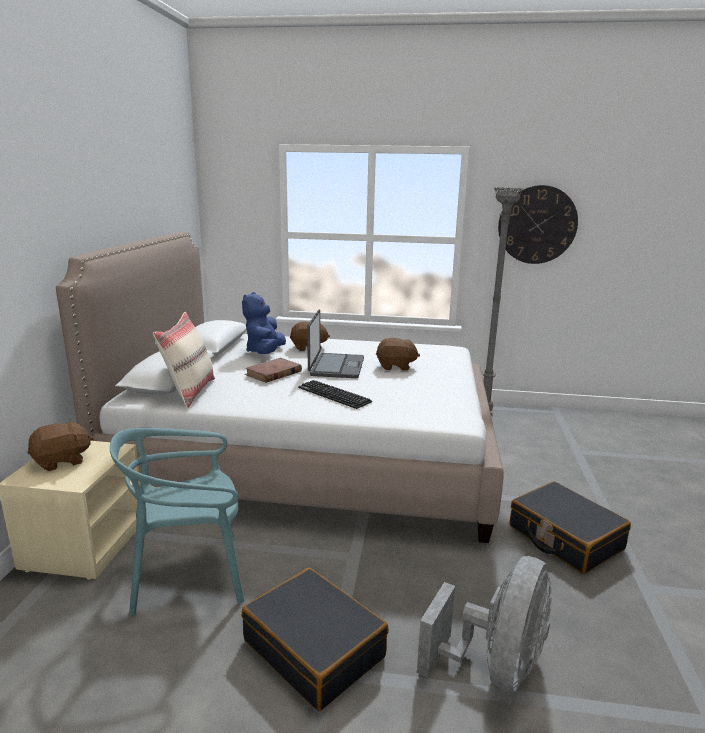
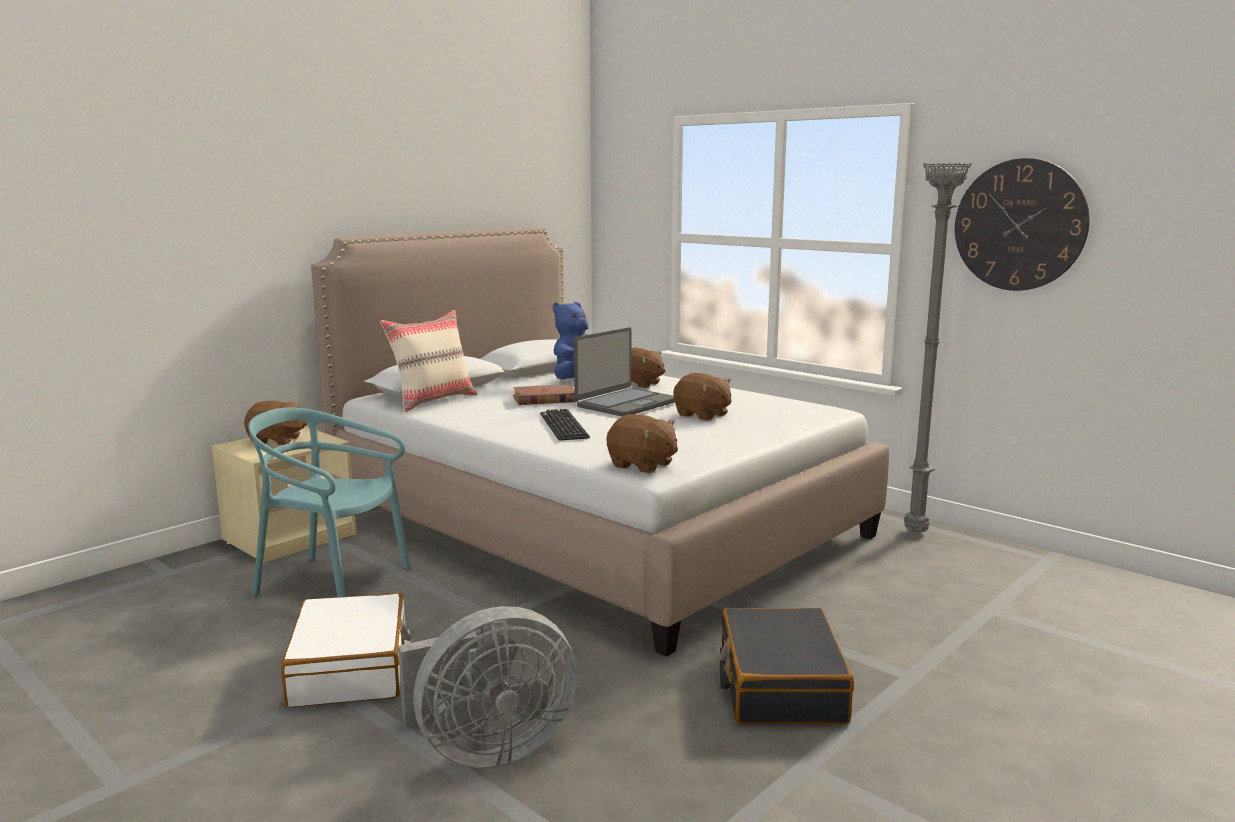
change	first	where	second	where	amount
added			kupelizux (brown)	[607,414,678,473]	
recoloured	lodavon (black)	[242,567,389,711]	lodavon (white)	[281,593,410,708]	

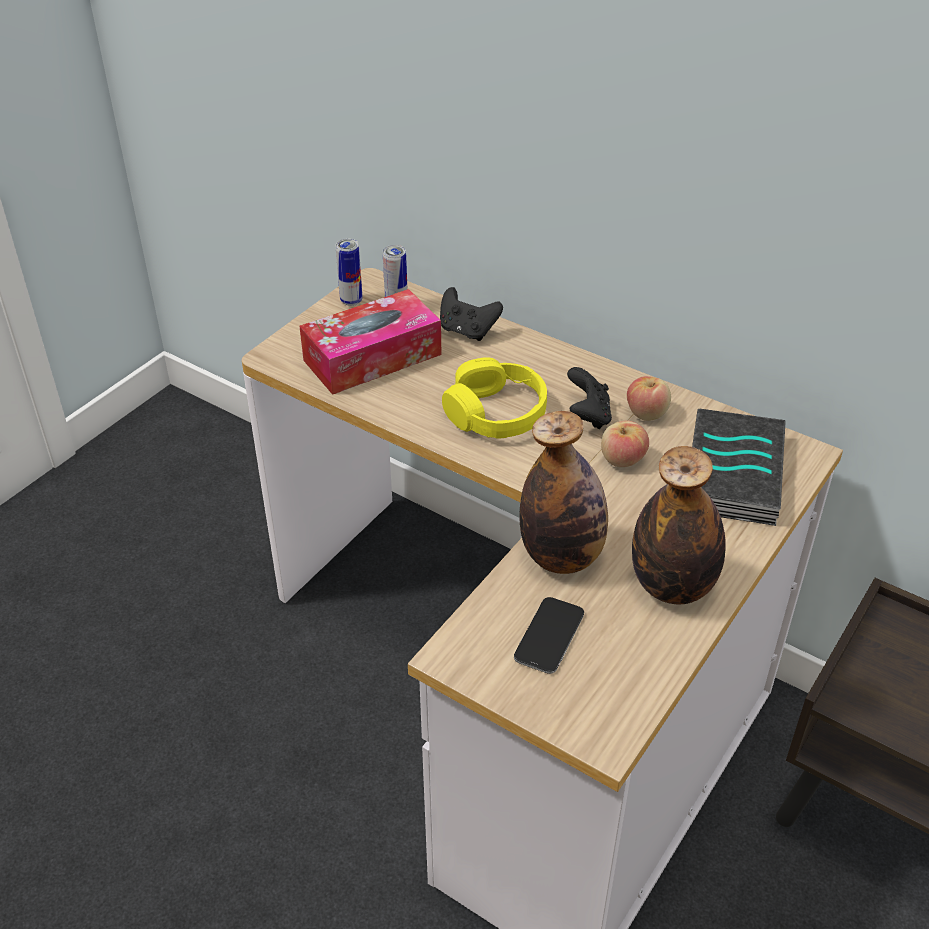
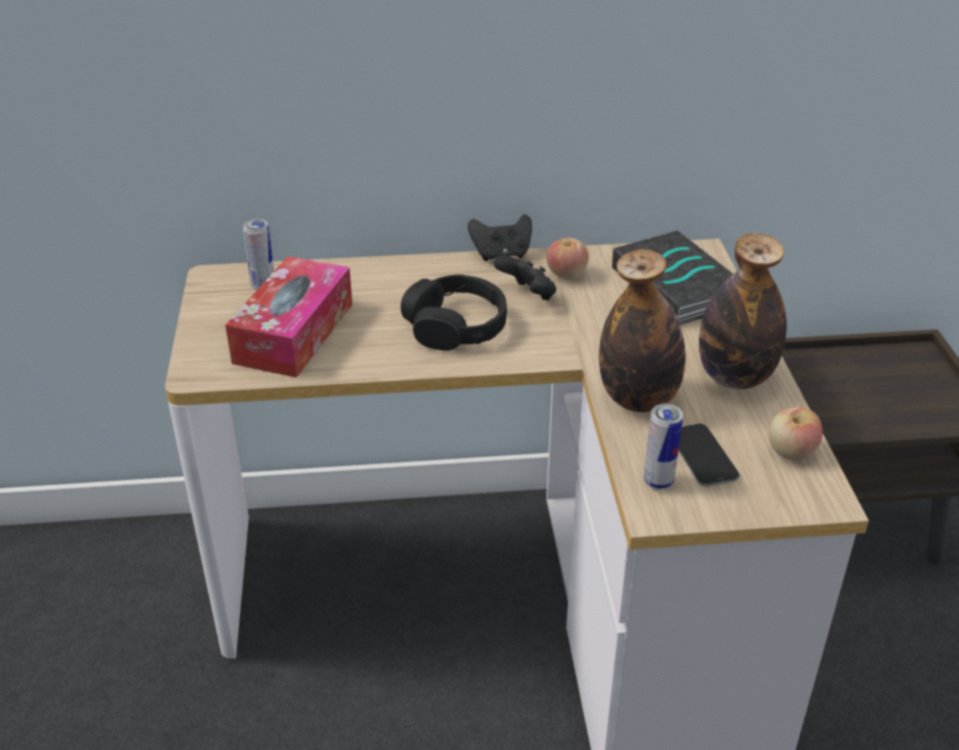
change	first	where	second	where	amount
moved	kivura	[336,239,362,306]		[644,404,683,490]	
moved	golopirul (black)	[440,287,503,341]		[468,214,532,261]	
moved	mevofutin	[601,420,649,467]		[769,407,822,461]	
recoloured	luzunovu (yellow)	[442,357,547,438]	luzunovu (black)	[401,274,507,351]	

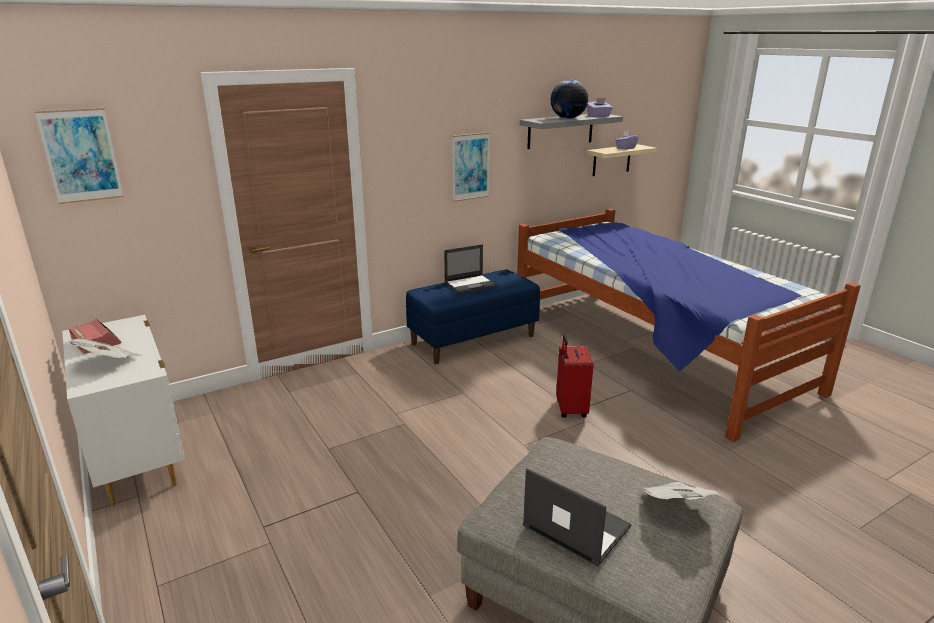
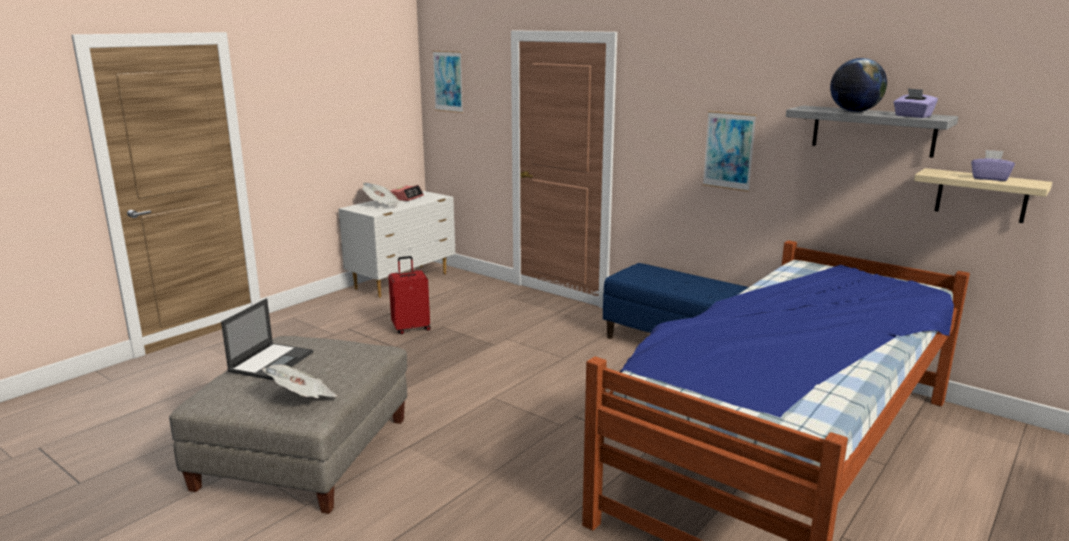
change	first	where	second	where	amount
removed	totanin	[444,244,498,294]			
moved	lodavon (red)	[556,335,593,418]		[388,256,431,334]	

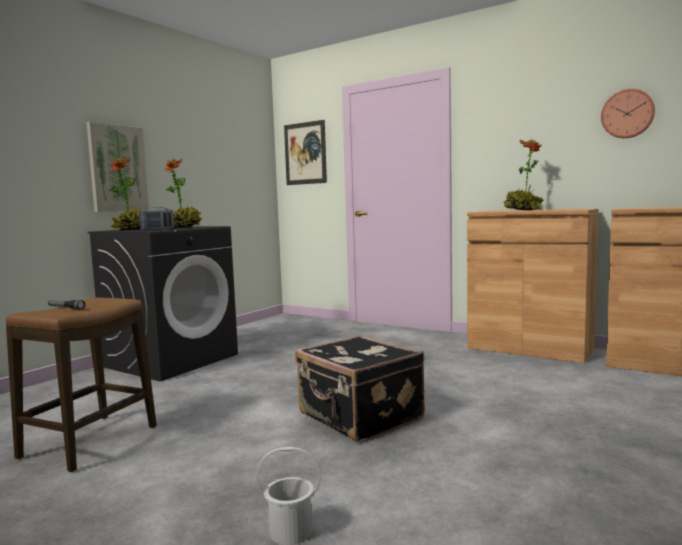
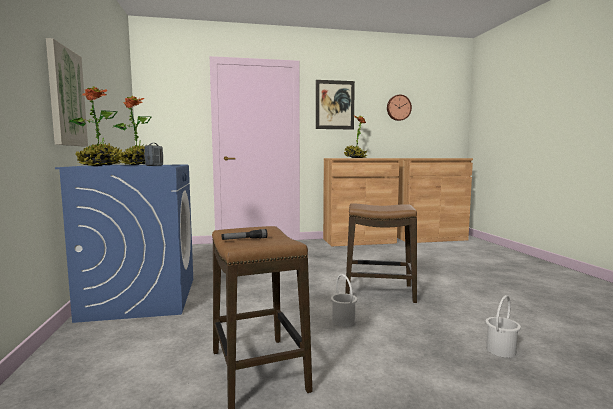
change	first	where	second	where	amount
added			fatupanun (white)	[331,274,357,327]	
moved	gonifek	[284,120,327,185]		[316,80,355,130]	
replaced	lodavon (black)	[295,335,425,442]	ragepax	[345,203,417,303]	
recoloured	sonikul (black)	[88,226,238,381]	sonikul (blue)	[55,165,193,323]	

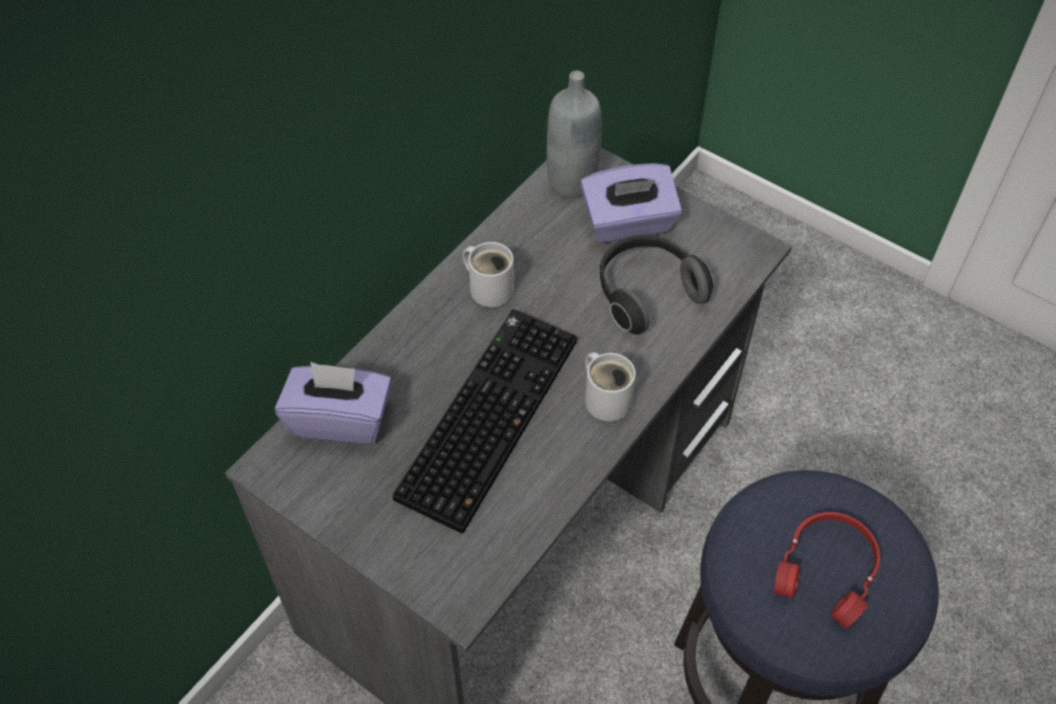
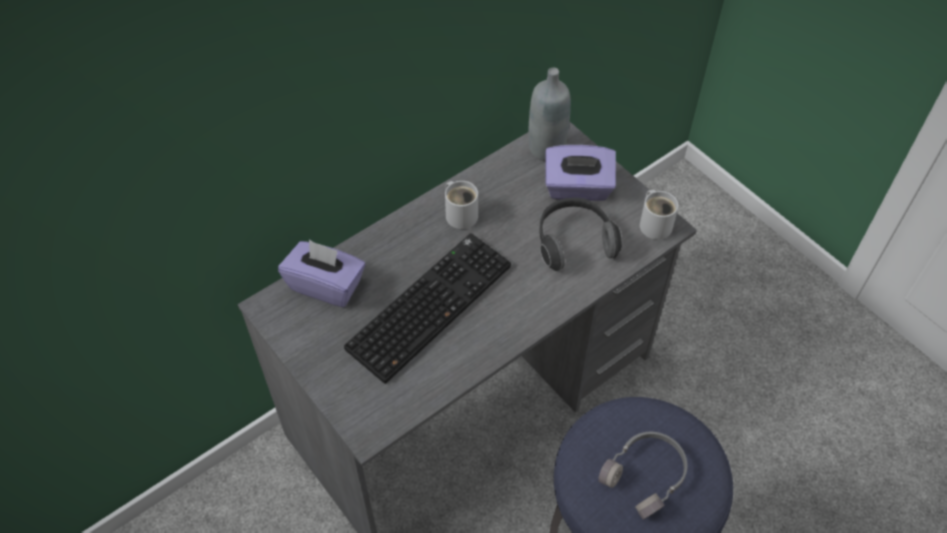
change	first	where	second	where	amount
moved	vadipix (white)	[585,352,636,421]		[640,190,679,240]	
recoloured	luzunovu (red)	[774,512,880,629]	luzunovu (grey)	[598,432,688,519]	

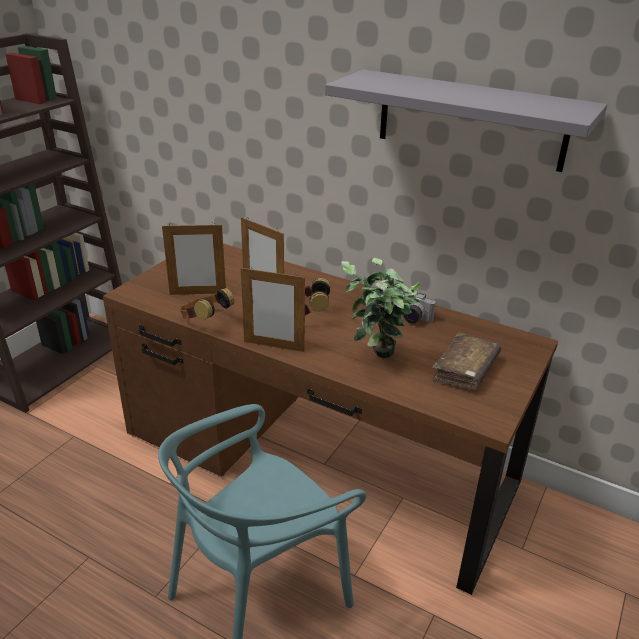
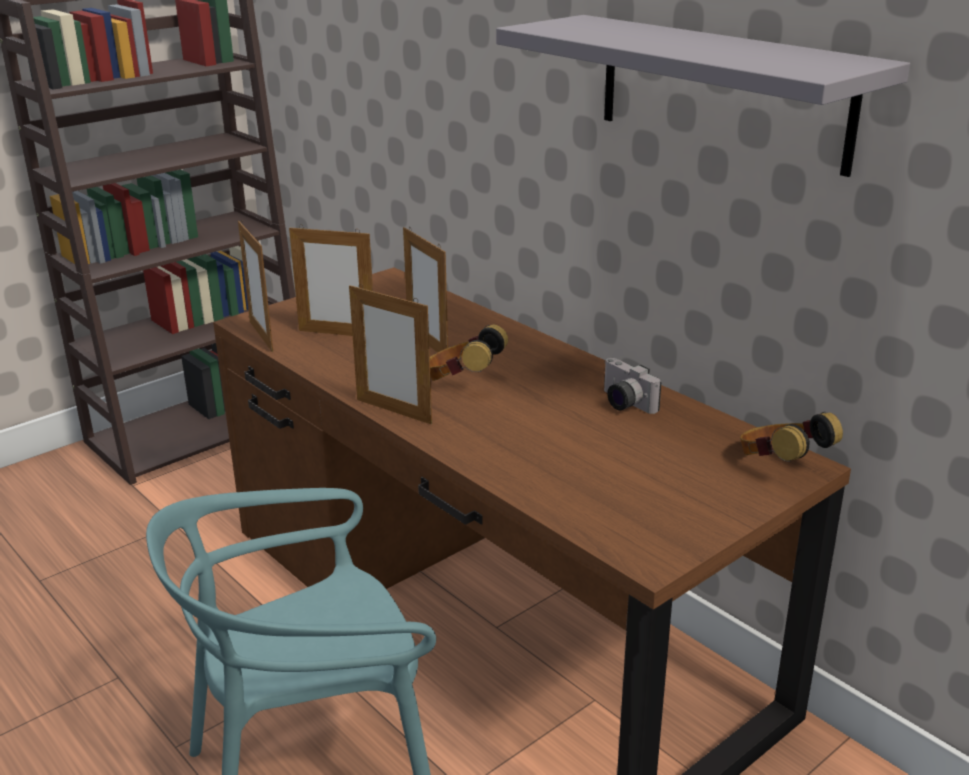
change	first	where	second	where	amount
removed	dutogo	[341,258,425,358]			
removed	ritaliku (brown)	[432,332,501,390]			
added			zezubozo	[238,221,273,352]	
moved	luzunovu	[180,288,234,320]		[740,412,843,462]	

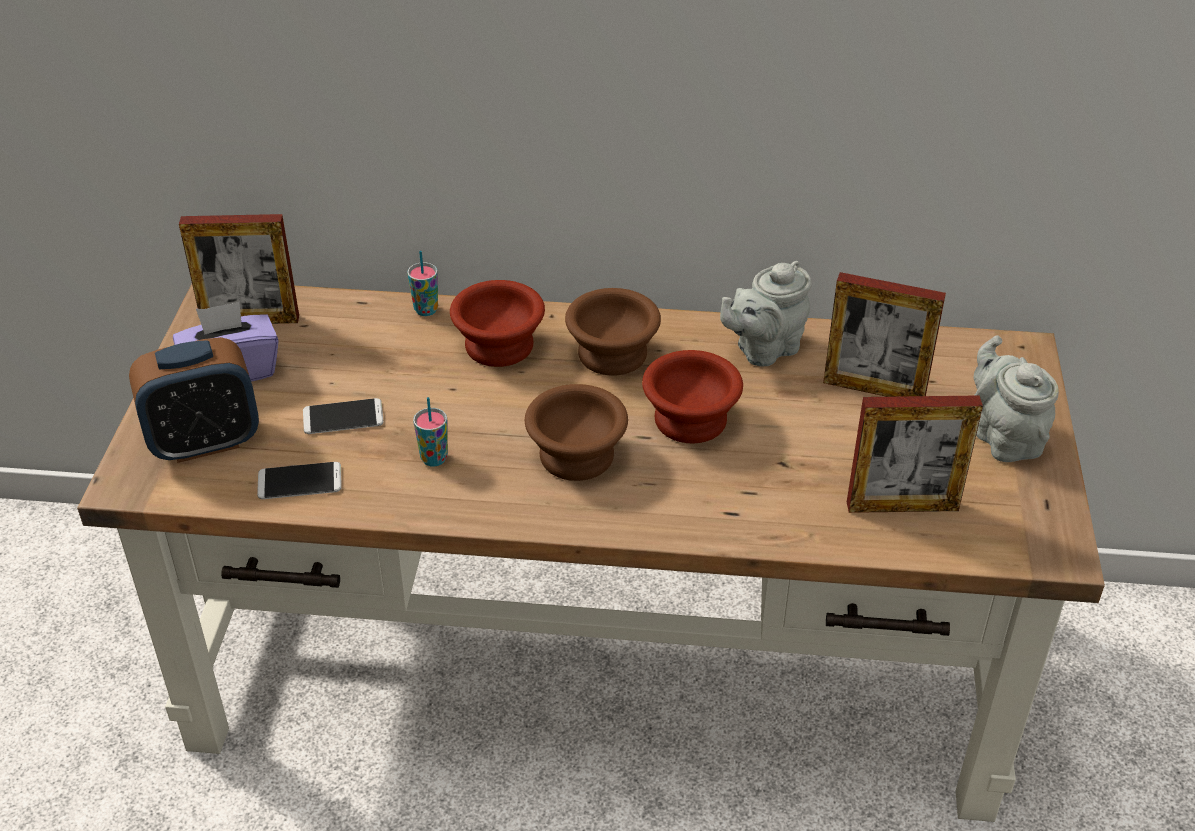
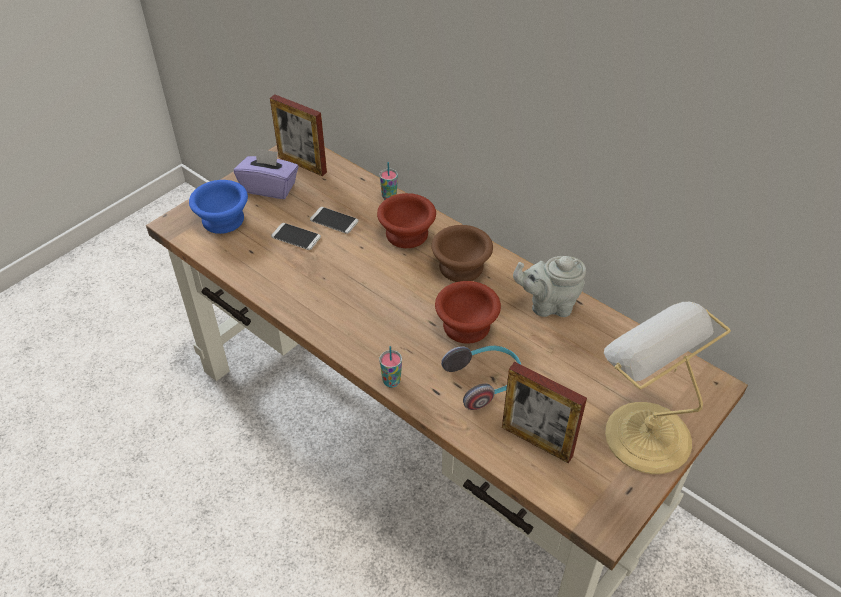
change	first	where	second	where	amount
removed	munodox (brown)	[525,384,628,481]			
removed	zezubozo	[823,272,946,397]			
added			luzunovu	[441,346,521,410]	
moved	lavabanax	[257,462,342,499]		[310,207,359,234]	
moved	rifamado	[413,397,448,467]		[379,346,402,387]	
replaced	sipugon	[129,337,259,463]	munodox (blue)	[189,180,248,234]	
replaced	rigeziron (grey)	[974,335,1059,462]	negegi	[604,302,731,474]	

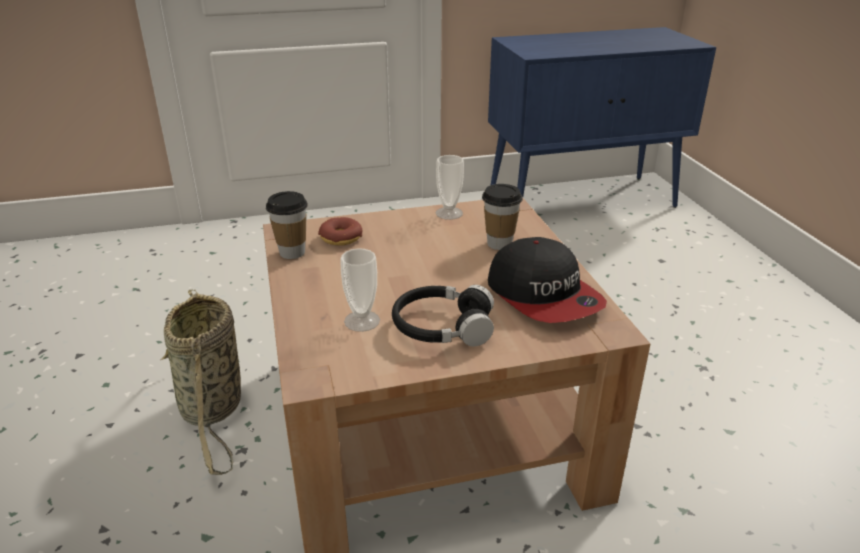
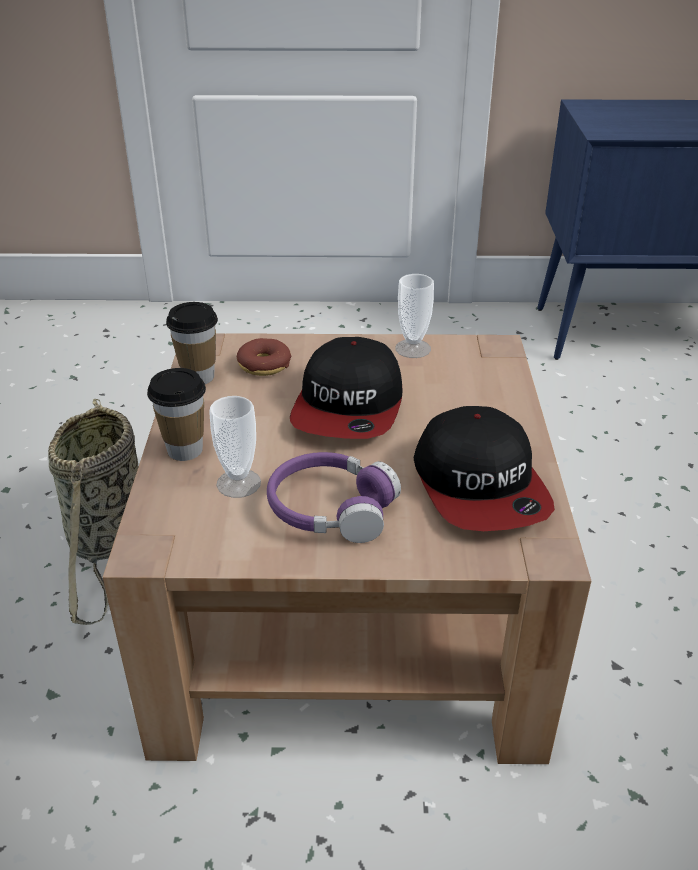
change	first	where	second	where	amount
added			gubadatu	[290,337,402,439]	
moved	rifamado	[482,184,522,250]		[147,368,206,461]	
recoloured	luzunovu (black)	[392,285,494,347]	luzunovu (purple)	[267,452,401,543]	

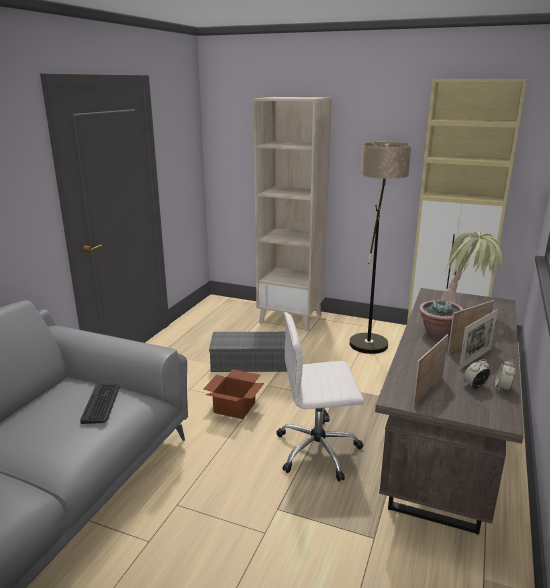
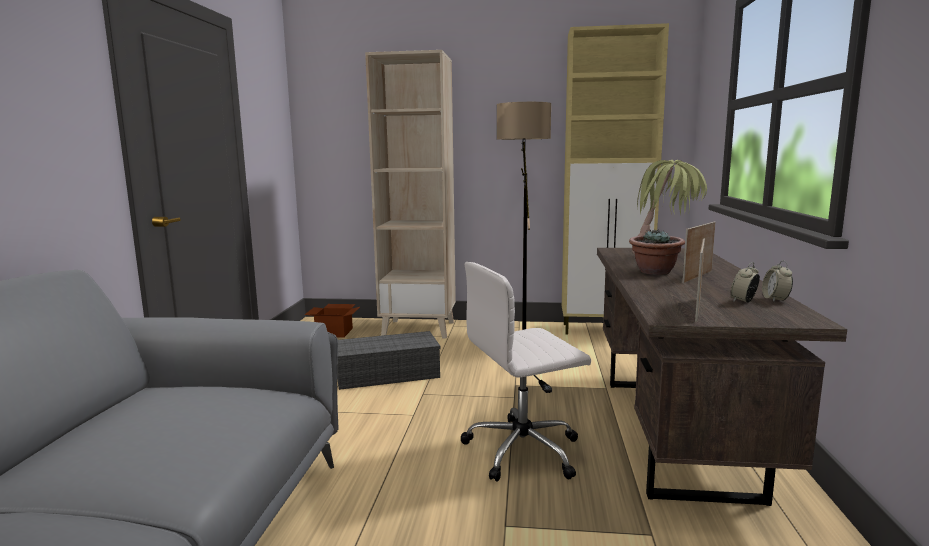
change	first	where	second	where	amount
removed	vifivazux	[80,383,120,424]			
removed	zezubozo	[459,310,498,370]			
moved	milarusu	[203,369,264,419]		[304,304,360,338]	

